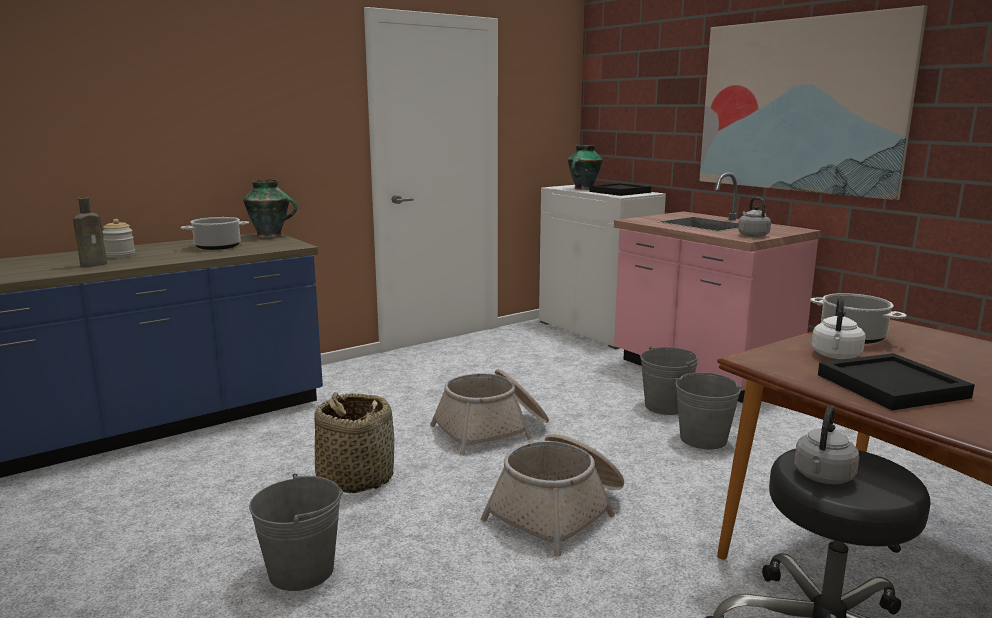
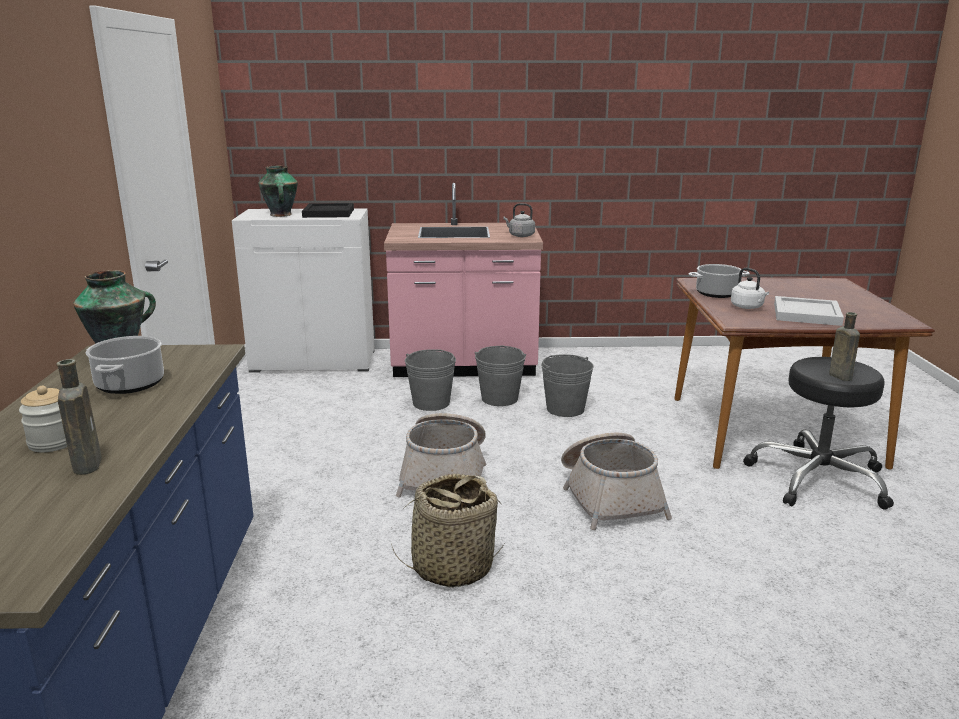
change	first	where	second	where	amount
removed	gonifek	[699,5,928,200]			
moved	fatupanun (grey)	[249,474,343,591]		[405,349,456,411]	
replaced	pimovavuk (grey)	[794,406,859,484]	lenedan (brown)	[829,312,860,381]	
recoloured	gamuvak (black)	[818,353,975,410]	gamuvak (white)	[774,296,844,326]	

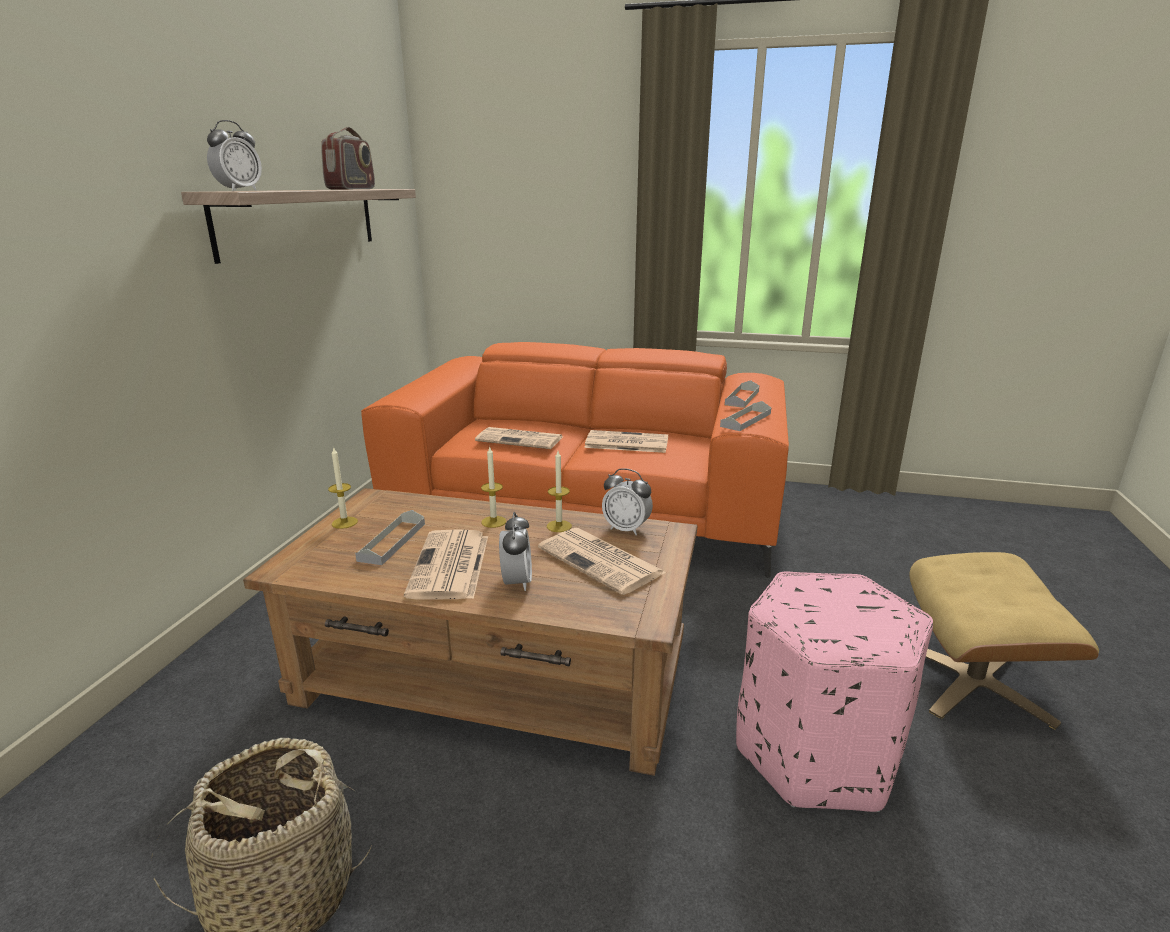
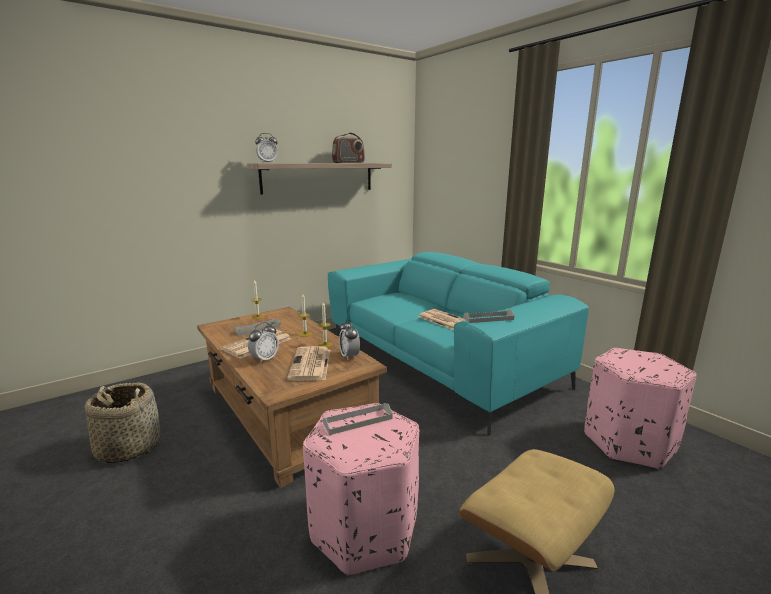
change	first	where	second	where	amount
removed	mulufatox	[475,427,563,449]			
added			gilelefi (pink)	[584,348,696,469]	
moved	gamuvak (grey)	[725,380,759,408]		[323,403,393,435]	
recoloured	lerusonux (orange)	[361,342,789,578]	lerusonux (turquoise)	[328,252,589,435]	

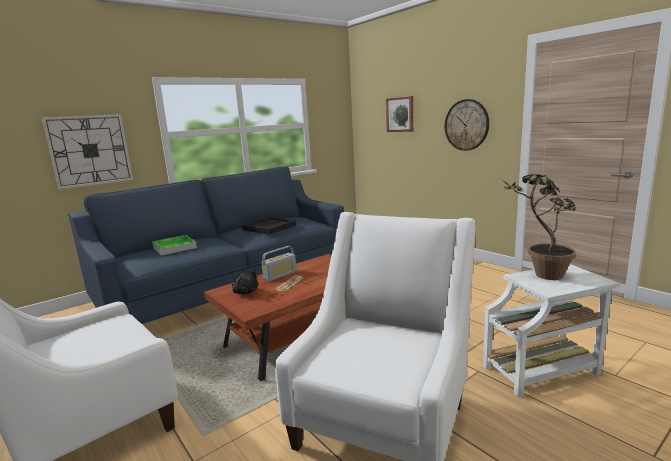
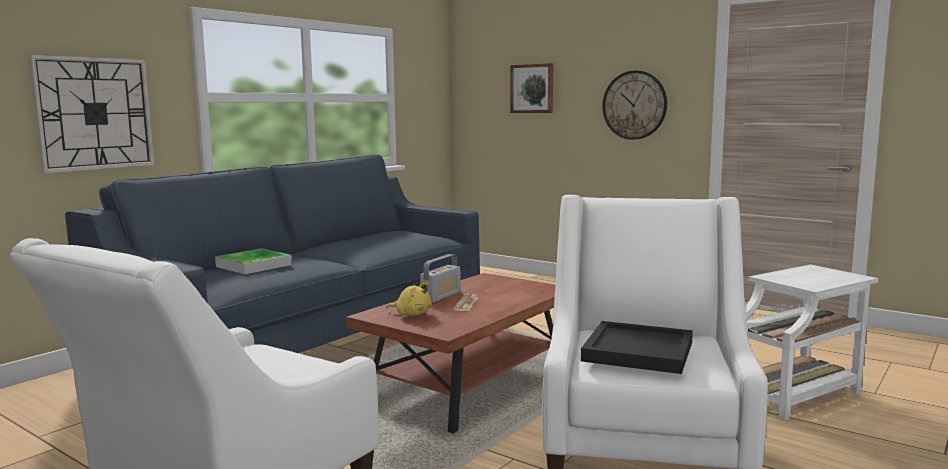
change	first	where	second	where	amount
removed	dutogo	[501,174,576,280]			
moved	gamuvak (black)	[242,217,296,235]		[581,321,693,374]	
recoloured	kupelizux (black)	[232,271,258,294]	kupelizux (yellow)	[386,283,432,316]	

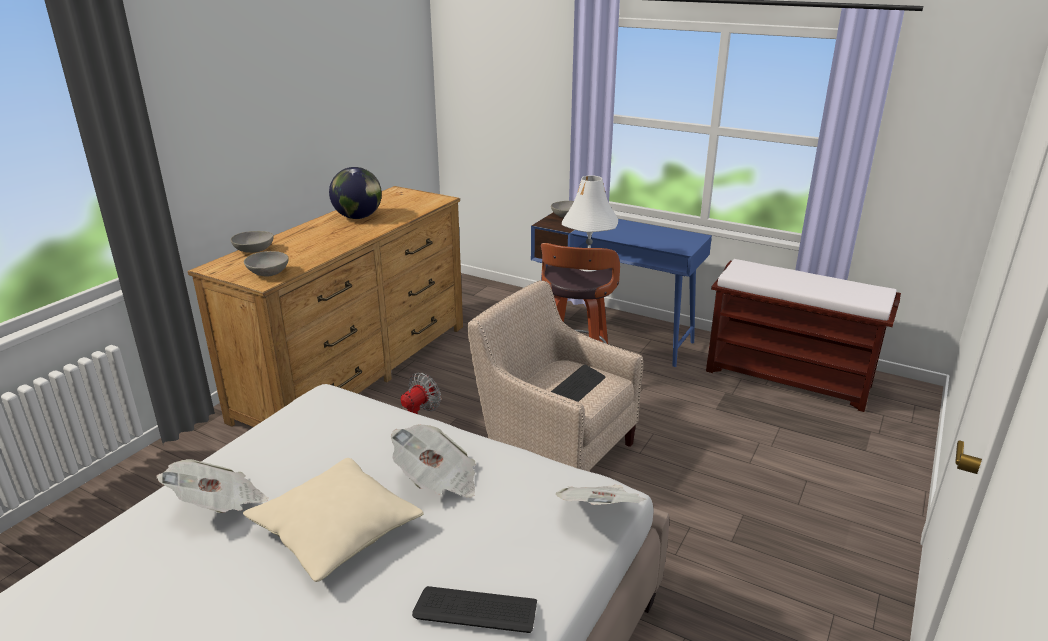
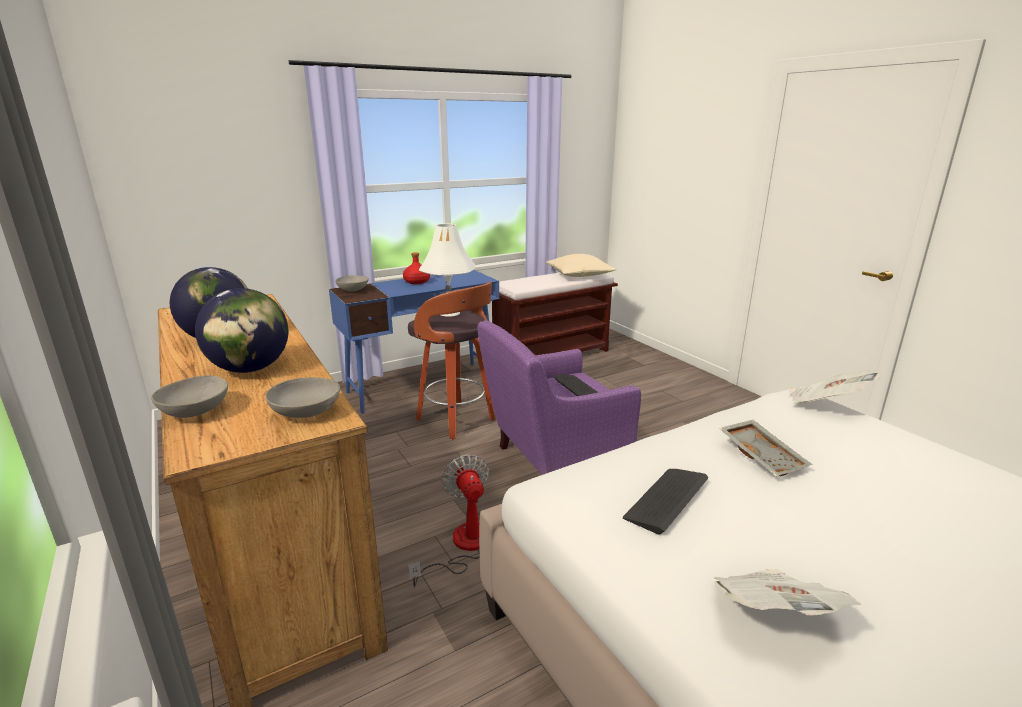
change	first	where	second	where	amount
added			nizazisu	[195,288,288,373]	
added			lenedan (red)	[403,252,430,284]	
moved	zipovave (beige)	[243,458,424,582]		[546,254,616,277]	
moved	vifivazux	[412,586,537,633]		[623,469,708,535]	
replaced	mulufatox	[391,425,476,498]	gamuvak (grey)	[719,420,813,476]	
recoloured	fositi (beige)	[467,280,643,471]	fositi (purple)	[477,321,641,475]	

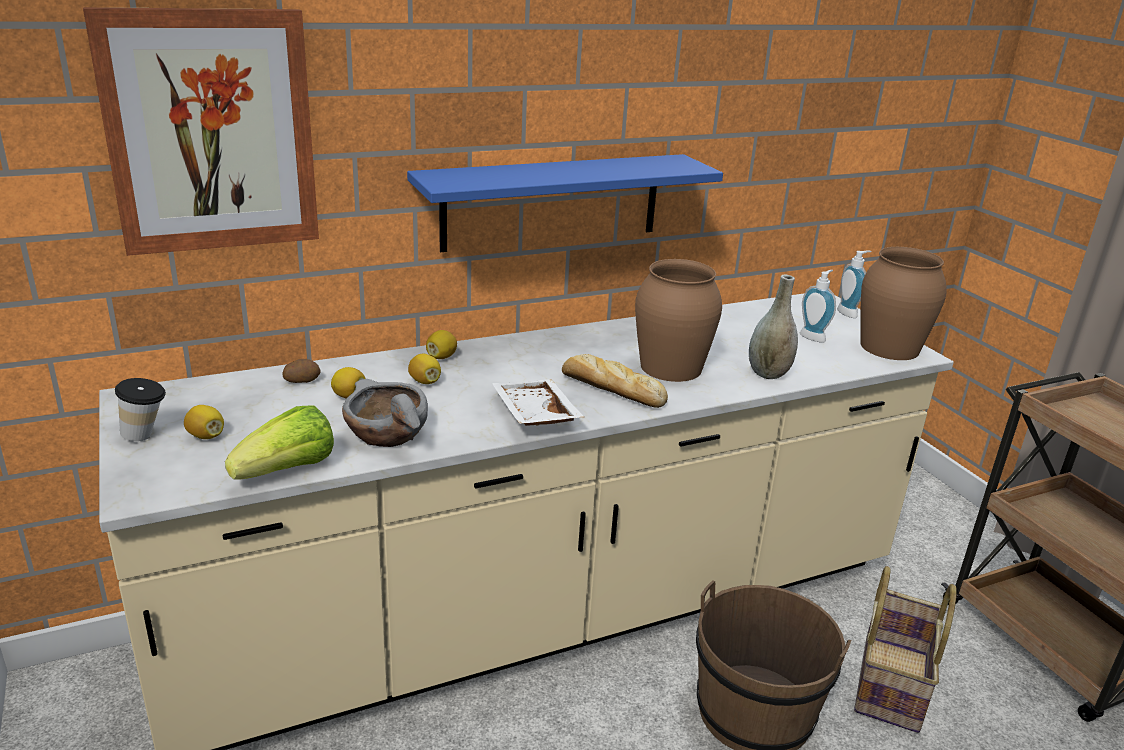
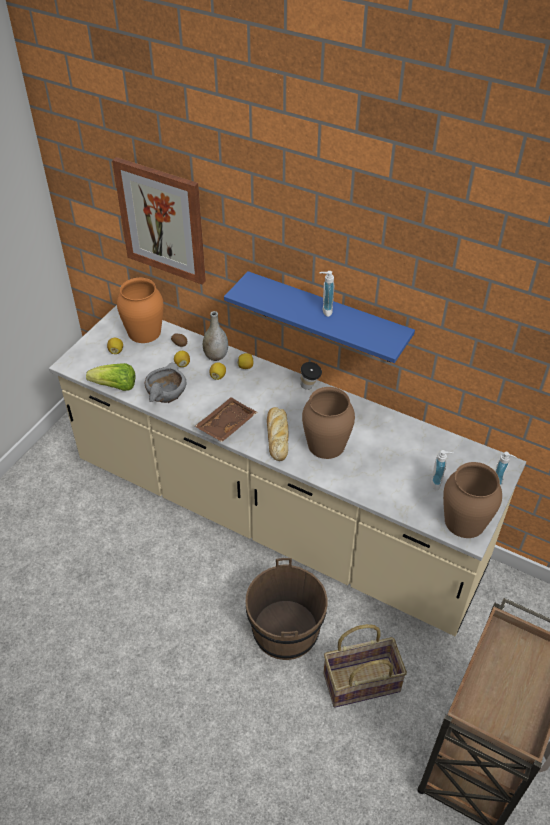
change	first	where	second	where	amount
added			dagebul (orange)	[117,278,164,343]	
added			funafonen	[319,271,334,317]	
moved	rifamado	[115,378,166,441]		[300,362,322,390]	
moved	dagebul (grey)	[749,274,798,379]		[203,311,228,361]	
recoloured	gamuvak (white)	[492,379,584,426]	gamuvak (brown)	[195,397,257,442]	

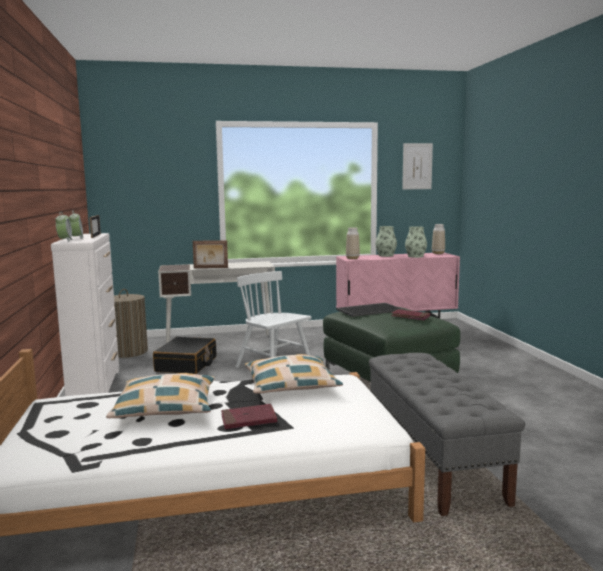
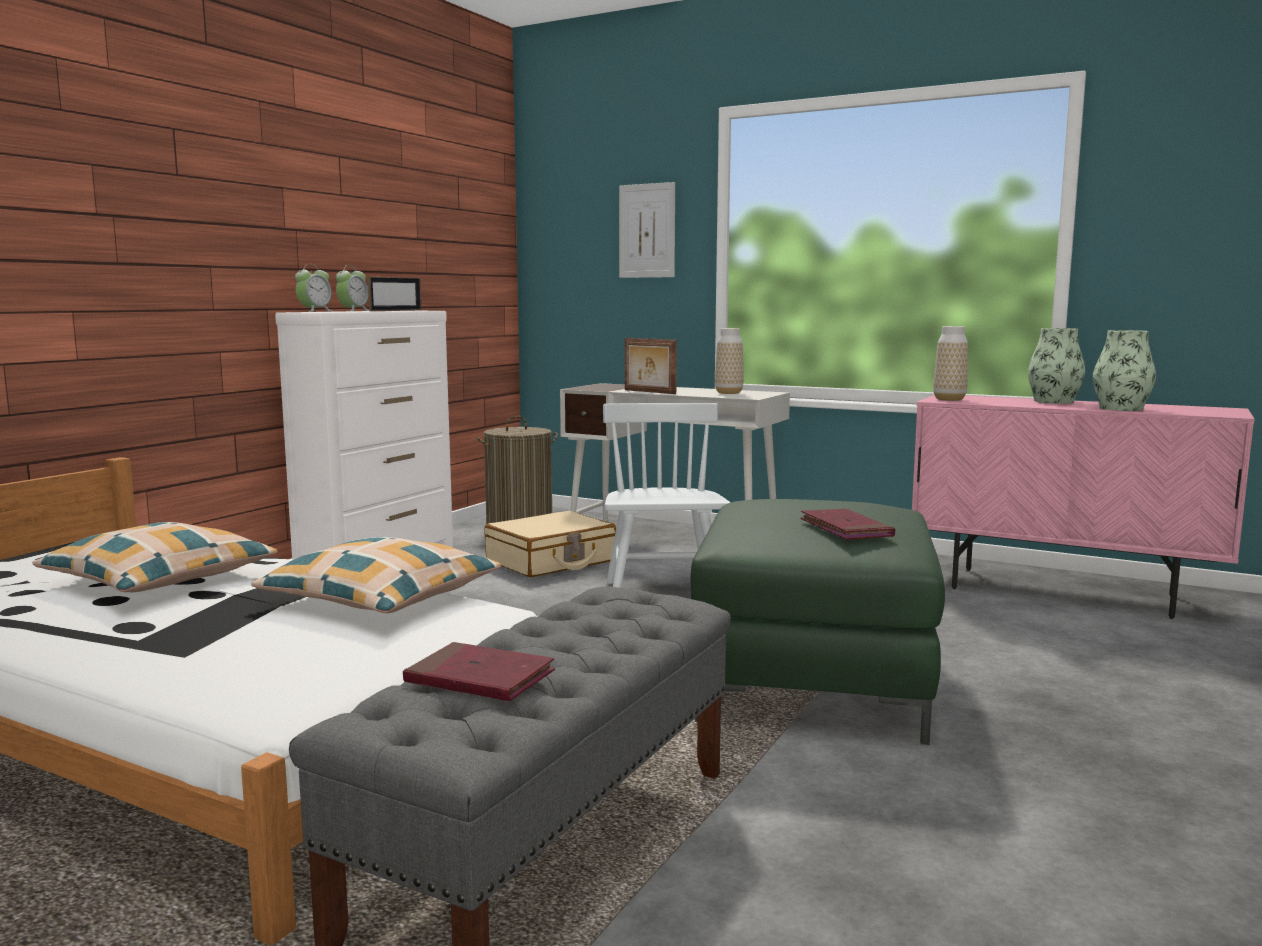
change	first	where	second	where	amount
removed	gamuvak	[336,303,403,317]			
moved	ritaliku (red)	[221,404,277,429]		[403,642,555,701]	
moved	gonifek	[402,143,433,190]		[619,182,675,278]	
moved	dagebul	[432,224,445,254]		[715,328,744,394]	
recoloured	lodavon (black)	[153,337,216,374]	lodavon (beige)	[484,511,616,577]	

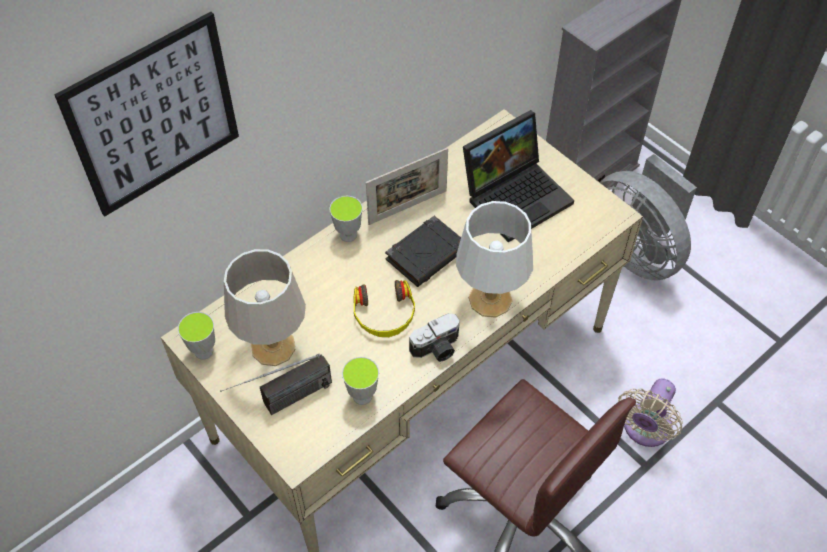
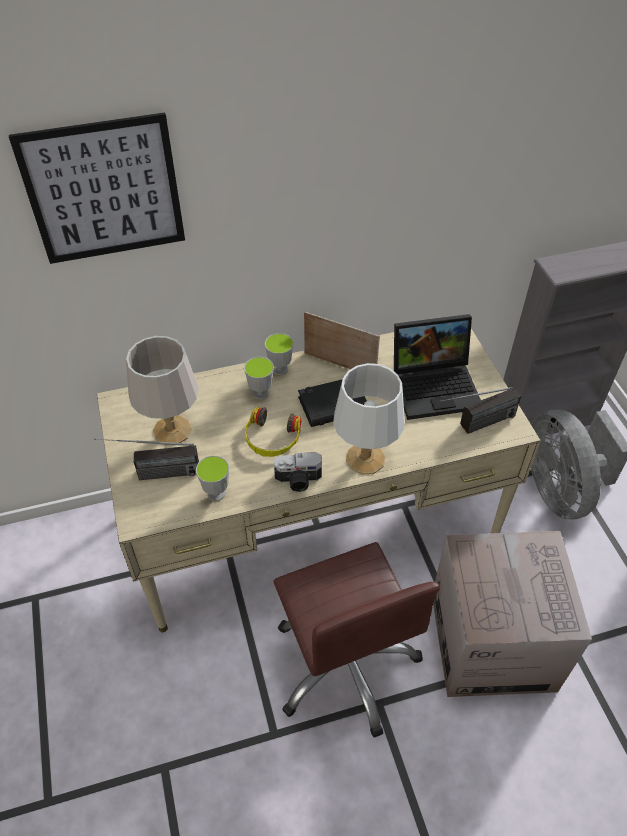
change	first	where	second	where	amount
added			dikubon	[440,387,521,434]	
moved	rifamado	[178,312,215,360]		[244,357,274,399]	
replaced	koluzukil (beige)	[618,378,683,447]	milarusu	[433,531,592,697]	
turned	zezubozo	[366,148,448,225]		[304,311,380,369]	150 degrees counterclockwise

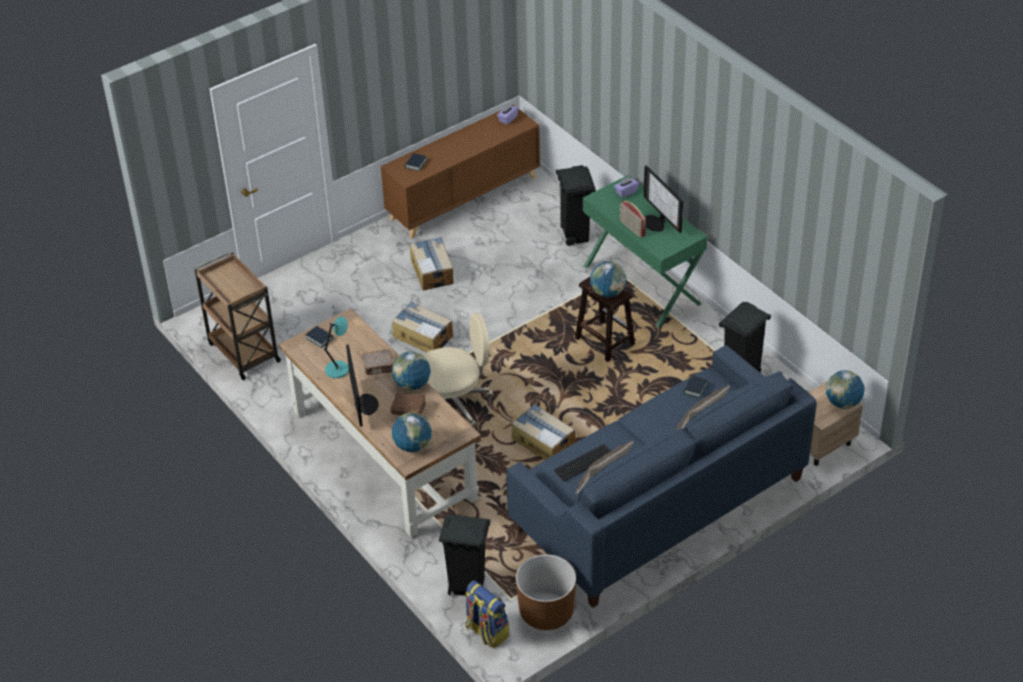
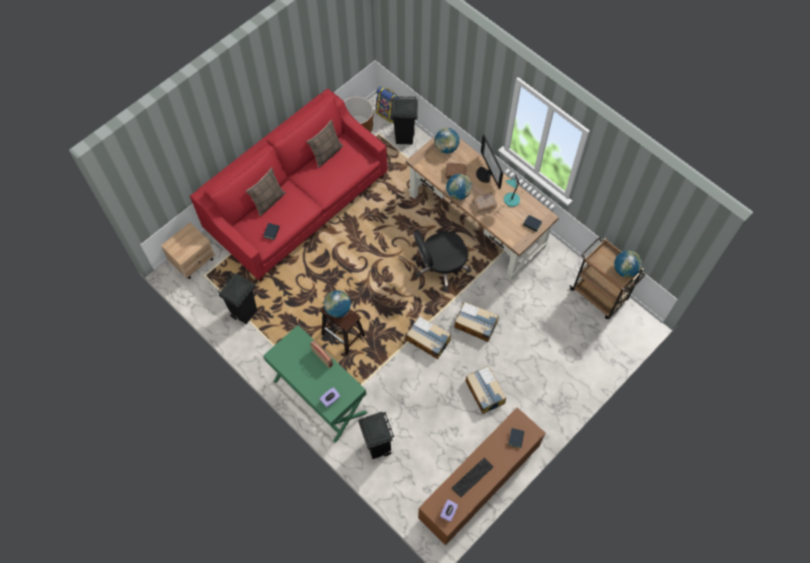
change	first	where	second	where	amount
removed	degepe	[644,165,683,233]			
moved	milarusu	[512,404,575,460]		[406,316,451,359]	
moved	vifivazux	[554,444,611,481]		[452,457,493,498]	
moved	nizazisu	[826,370,864,409]		[614,250,642,278]	
recoloured	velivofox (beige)	[422,313,493,427]	velivofox (black)	[414,230,471,292]	
recoloured	lerusonux (blue)	[506,345,817,608]	lerusonux (red)	[190,88,388,282]	

